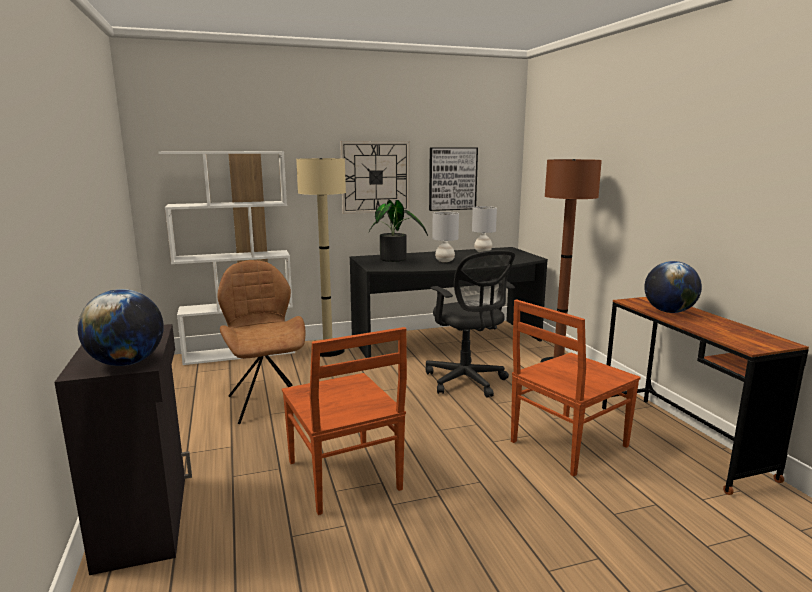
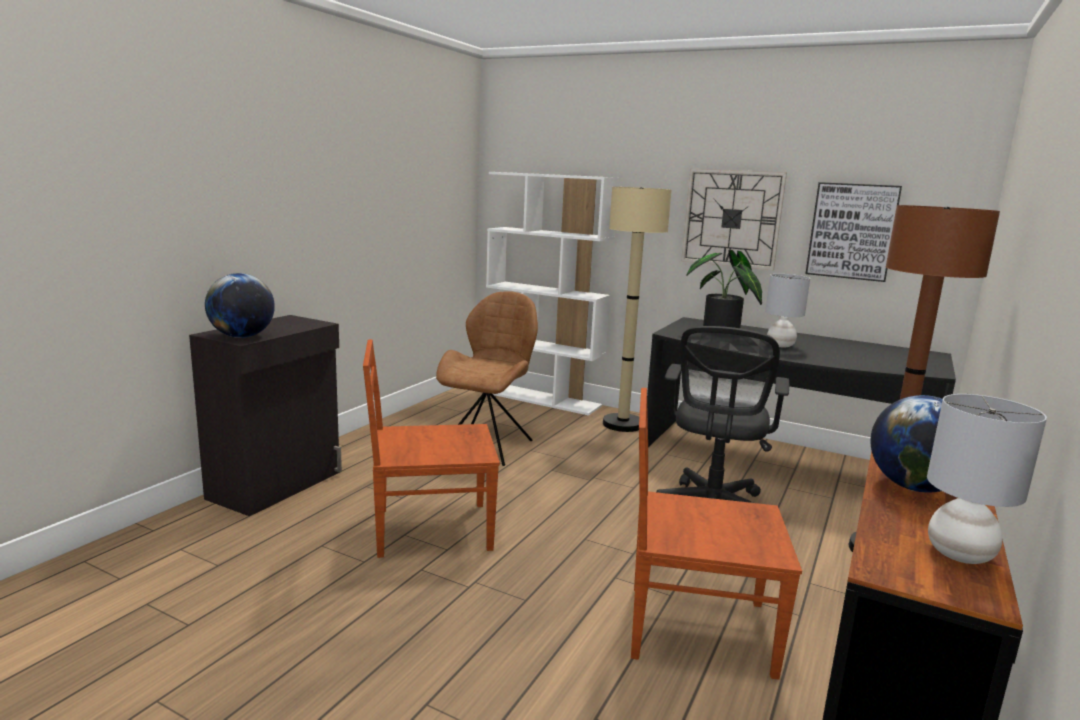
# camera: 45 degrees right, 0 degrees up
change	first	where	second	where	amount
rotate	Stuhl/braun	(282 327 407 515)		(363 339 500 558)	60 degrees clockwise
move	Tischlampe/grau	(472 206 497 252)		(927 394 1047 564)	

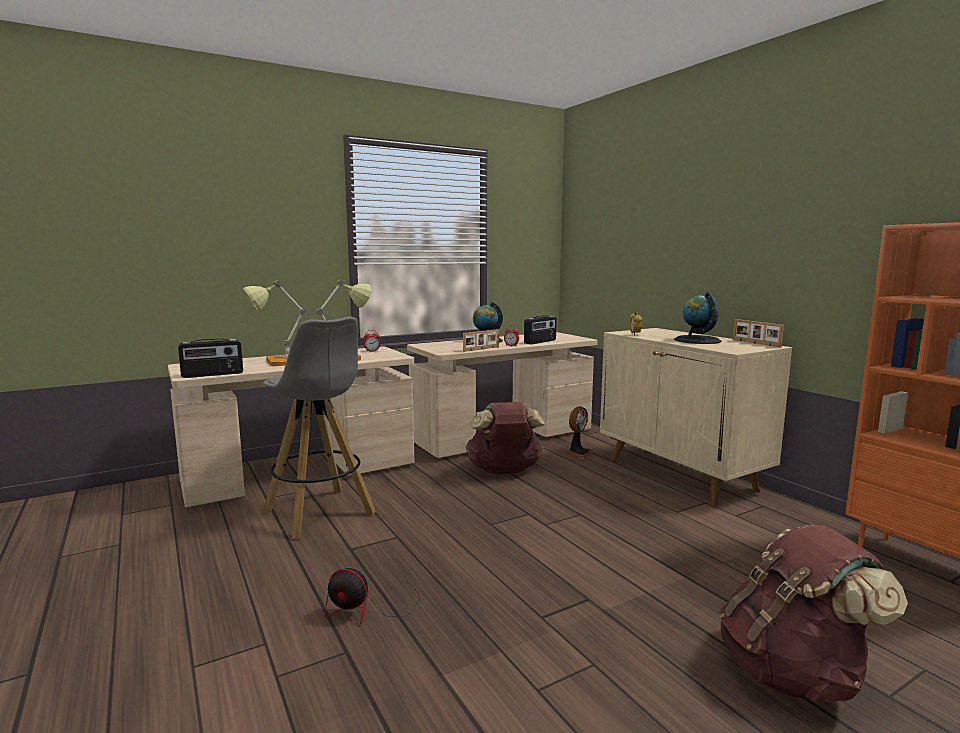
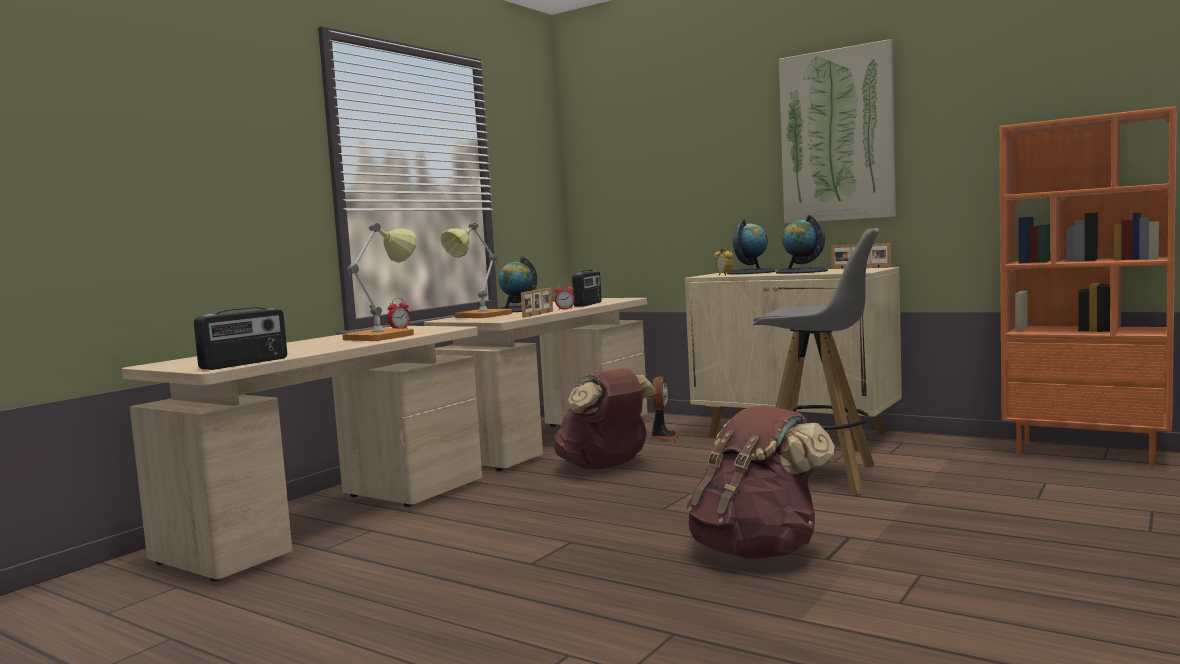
# camera: 25 degrees left, 5 degrees down
change	first	where	second	where	amount
move	Tischlampe	(243 281 306 366)		(440 222 512 318)	
move	Hocker/grau	(262 317 376 539)		(753 228 880 494)	
delete	Ventilator	(324 568 420 624)			
move	Rucksack/braun	(719 525 908 703)		(686 405 835 559)	
insert			Globus	(727 219 776 274)	
insert			Bild	(779 39 896 224)	

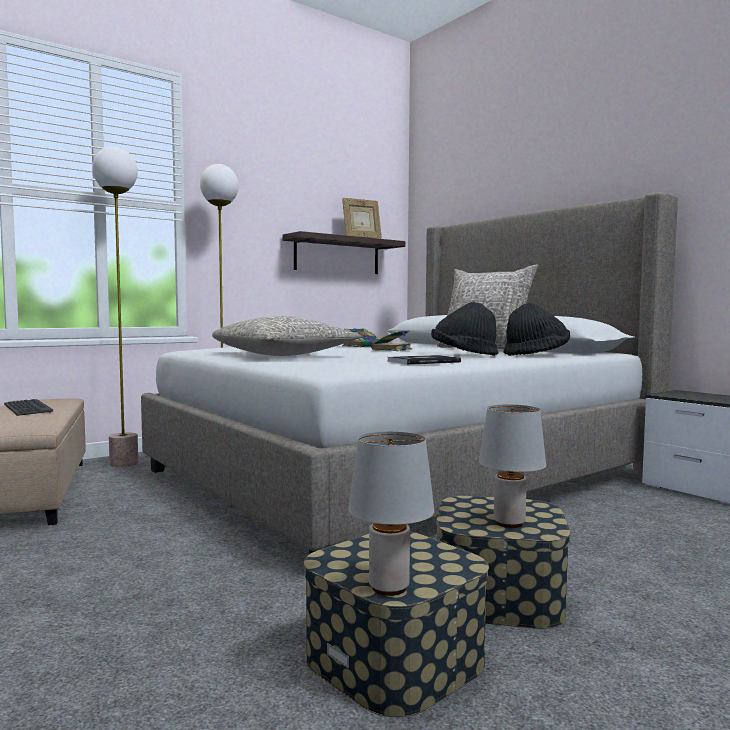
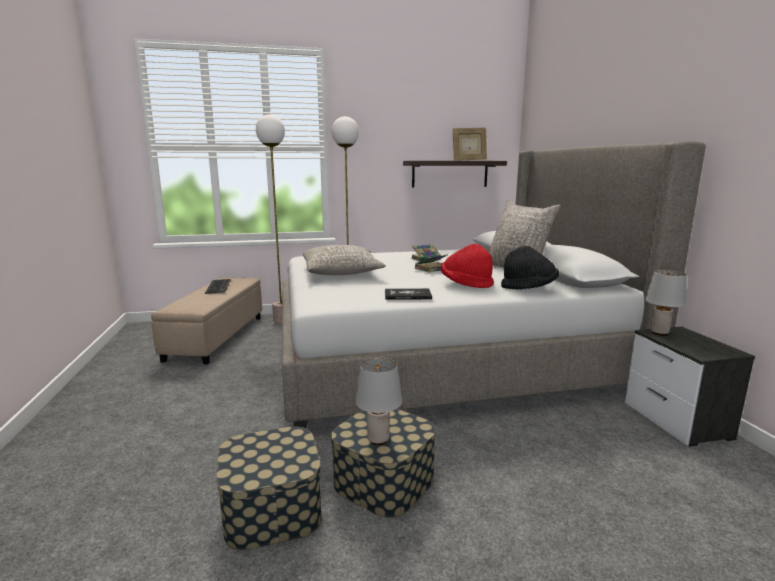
# camera: 25 degrees right, 10 degrees up
change	first	where	second	where	amount
move	Tischlampe/grau	(348 432 434 596)		(645 270 686 336)	
recolor	Hut/schwarz	(431 302 498 356)	Hut/rot	(441 244 494 288)	

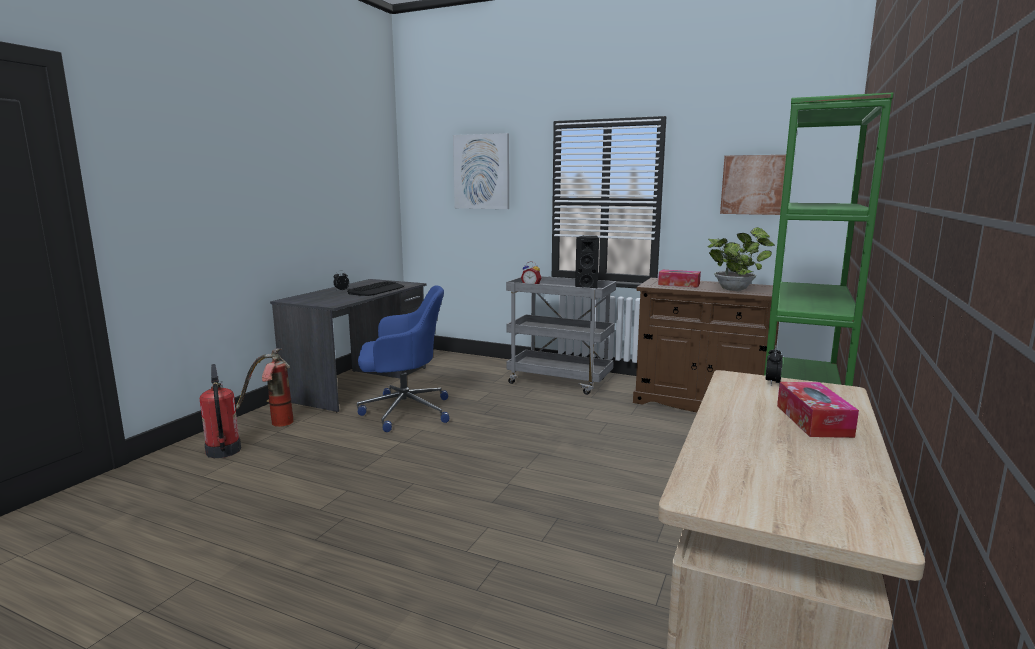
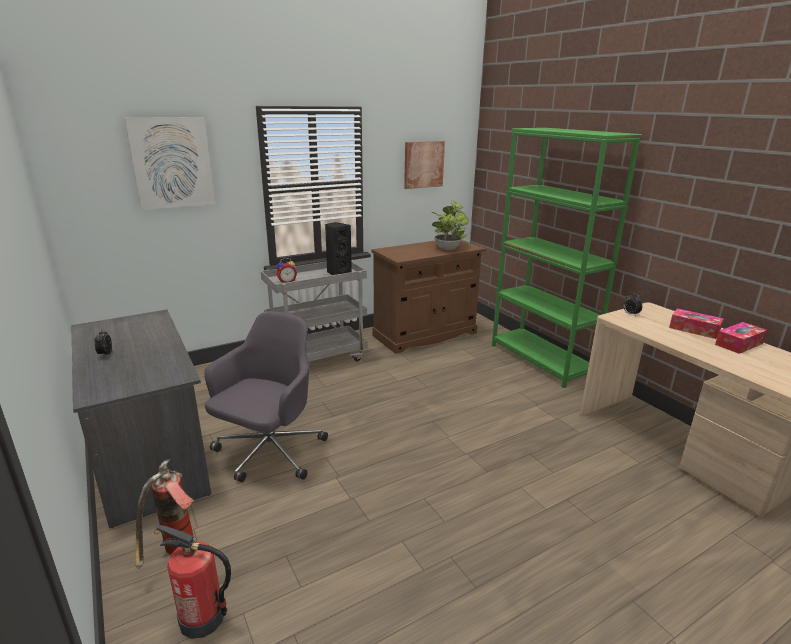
# camera: 55 degrees left, 10 degrees up
change	first	where	second	where	amount
delete	Tastatur	(347 281 404 296)			
recolor	Bürostuhl/blau	(357 286 449 432)	Bürostuhl/grau	(204 311 328 482)	
move	Taschentuchbox	(658 270 701 288)		(715 322 767 354)	

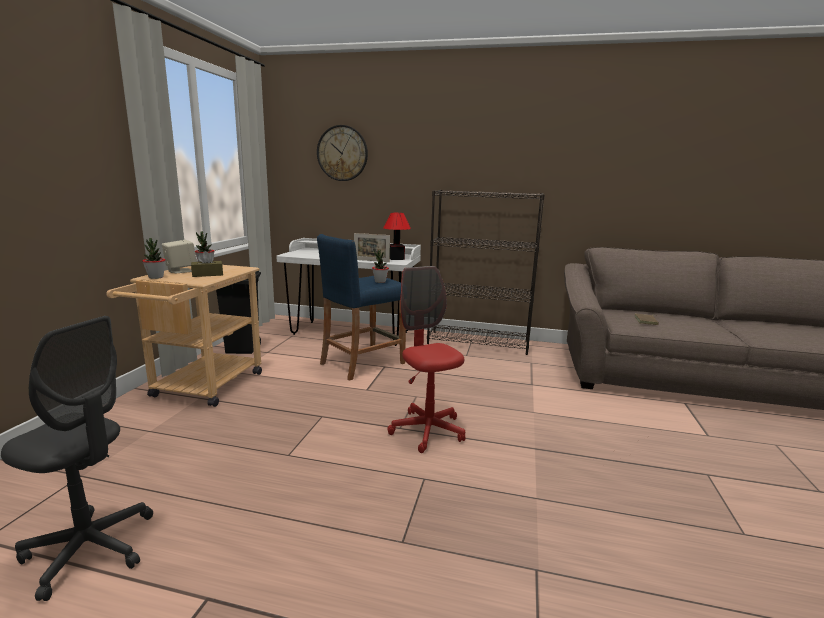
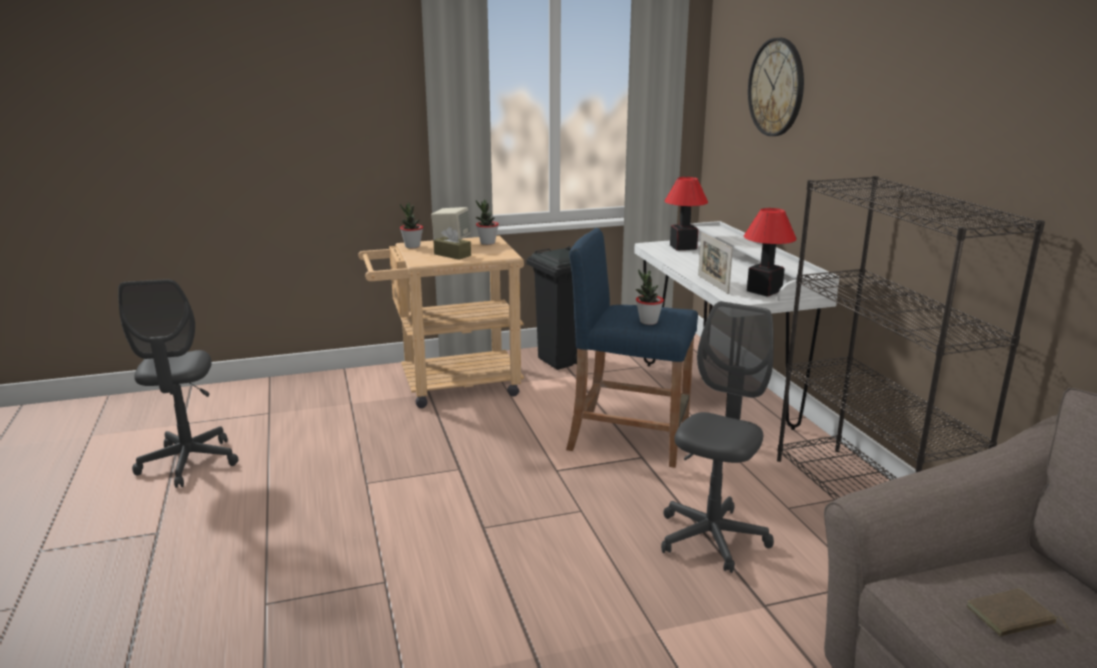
# camera: 60 degrees right, 5 degrees up
change	first	where	second	where	amount
delete	Bürostuhl/rot	(387 266 465 453)			
insert			Bürostuhl/grau	(661 301 774 573)	
insert			Tischlampe	(665 177 708 251)	

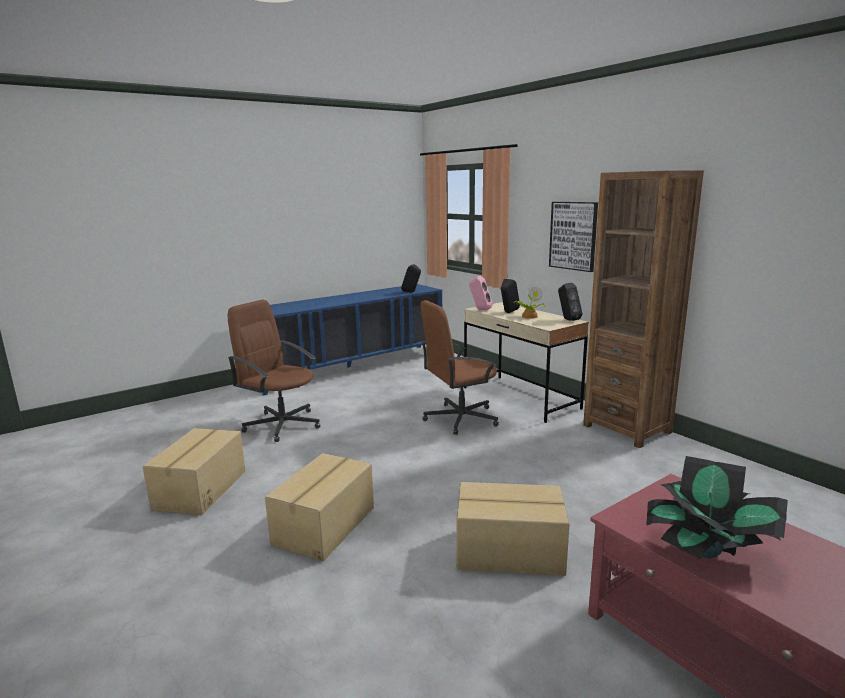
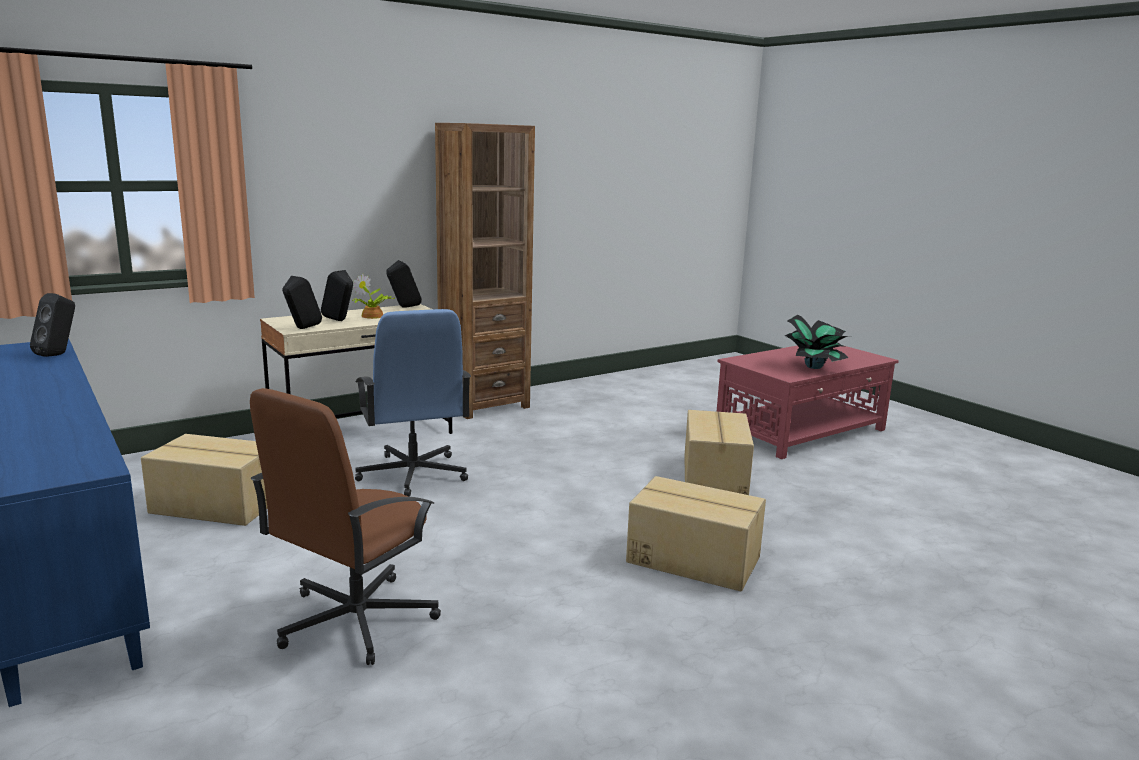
# camera: 90 degrees left, 0 degrees up
change	first	where	second	where	amount
move	Karton	(142 428 245 515)		(141 434 268 526)	
recolor	Bürostuhl/braun	(421 300 499 435)	Bürostuhl/blau	(355 309 471 497)	
recolor	Lautsprecher/rosa	(469 276 493 310)	Lautsprecher/schwarz	(282 276 322 329)	
delete	Bild	(549 202 598 272)			

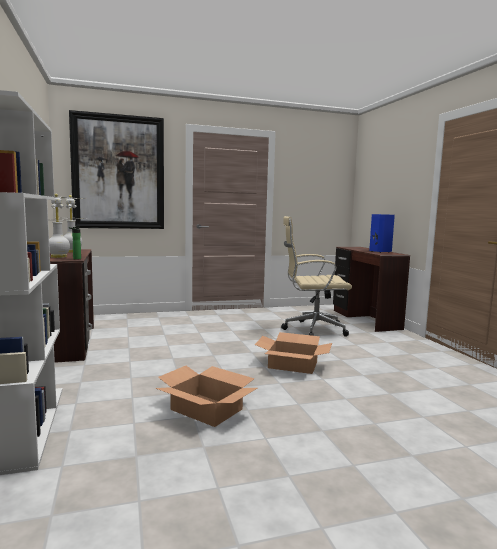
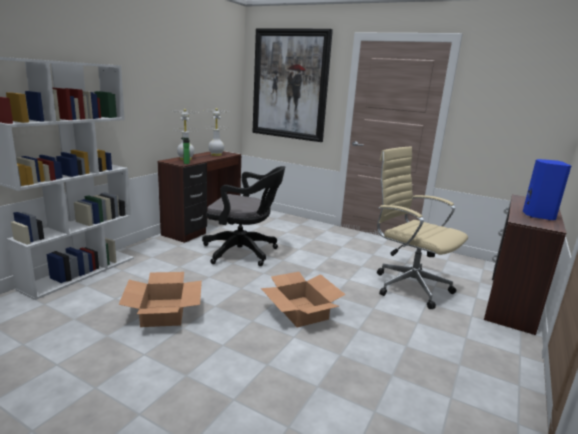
# camera: 45 degrees right, 10 degrees up
change	first	where	second	where	amount
insert			Bürostuhl/schwarz	(202 166 285 266)	

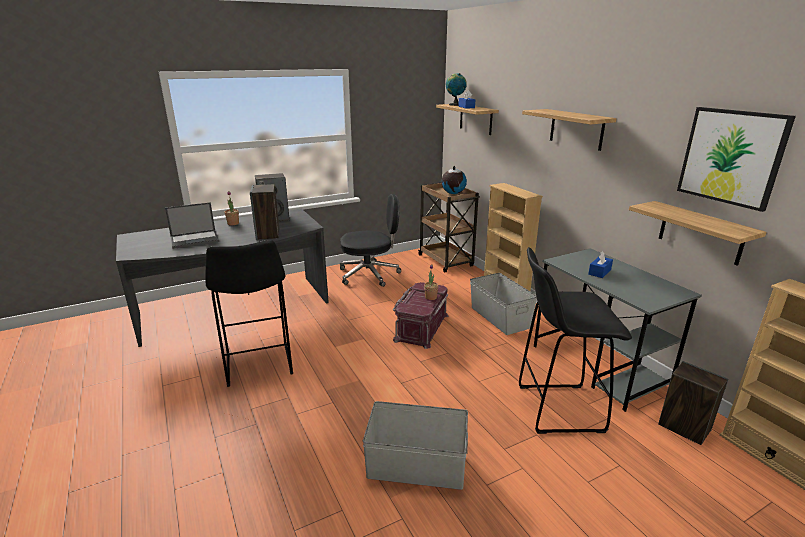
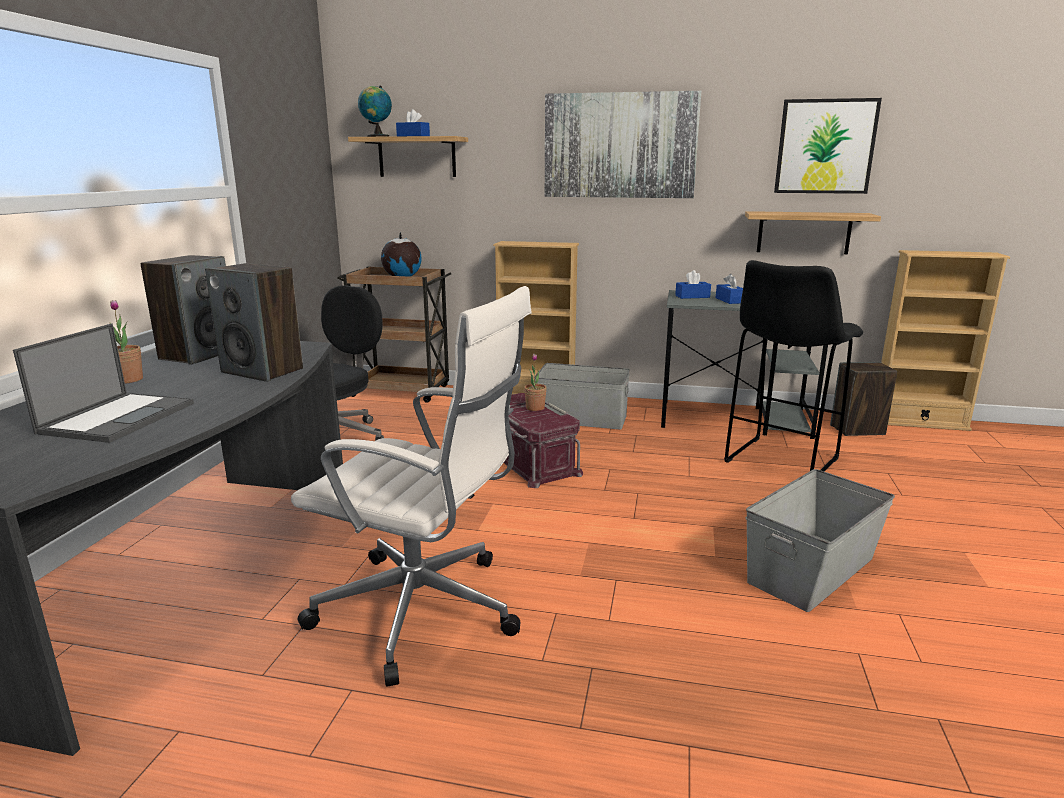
# camera: 50 degrees left, 5 degrees down
change	first	where	second	where	amount
replace	Hocker/schwarz	(205 240 293 387)	Bürostuhl/weiß	(291 286 532 687)	
replace	Wandregal	(522 109 617 151)	Bild	(545 91 701 198)	
insert			Taschentuchbox/blau	(675 270 711 299)	

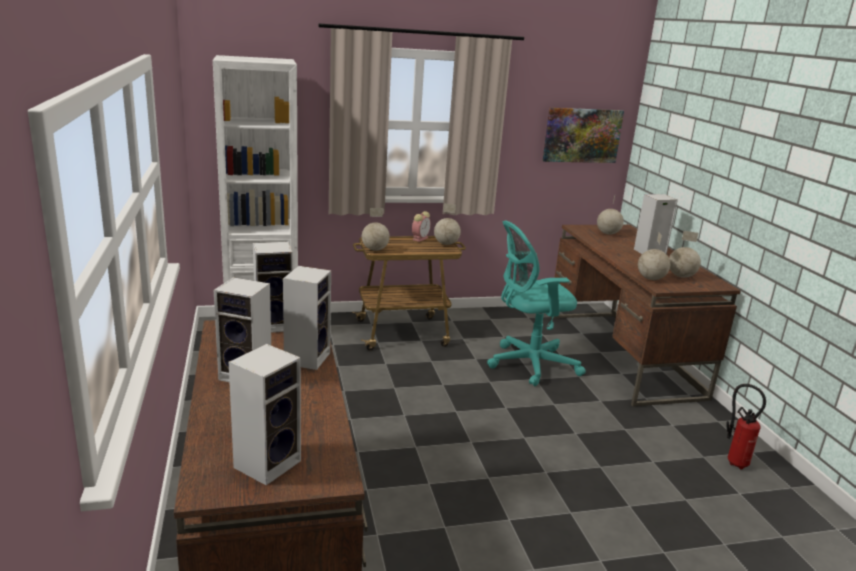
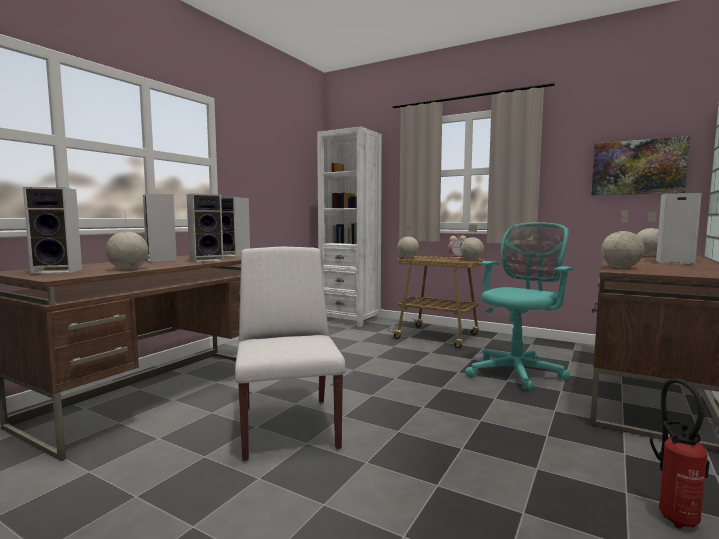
# camera: 45 degrees right, 15 degrees down
change	first	where	second	where	amount
rotate	Bürostuhl/türkis	(487 220 586 386)		(465 222 575 391)	105 degrees clockwise
move	Globus	(669 231 701 278)		(105 220 148 269)	
insert			Stuhl/weiß	(235 247 345 461)	

